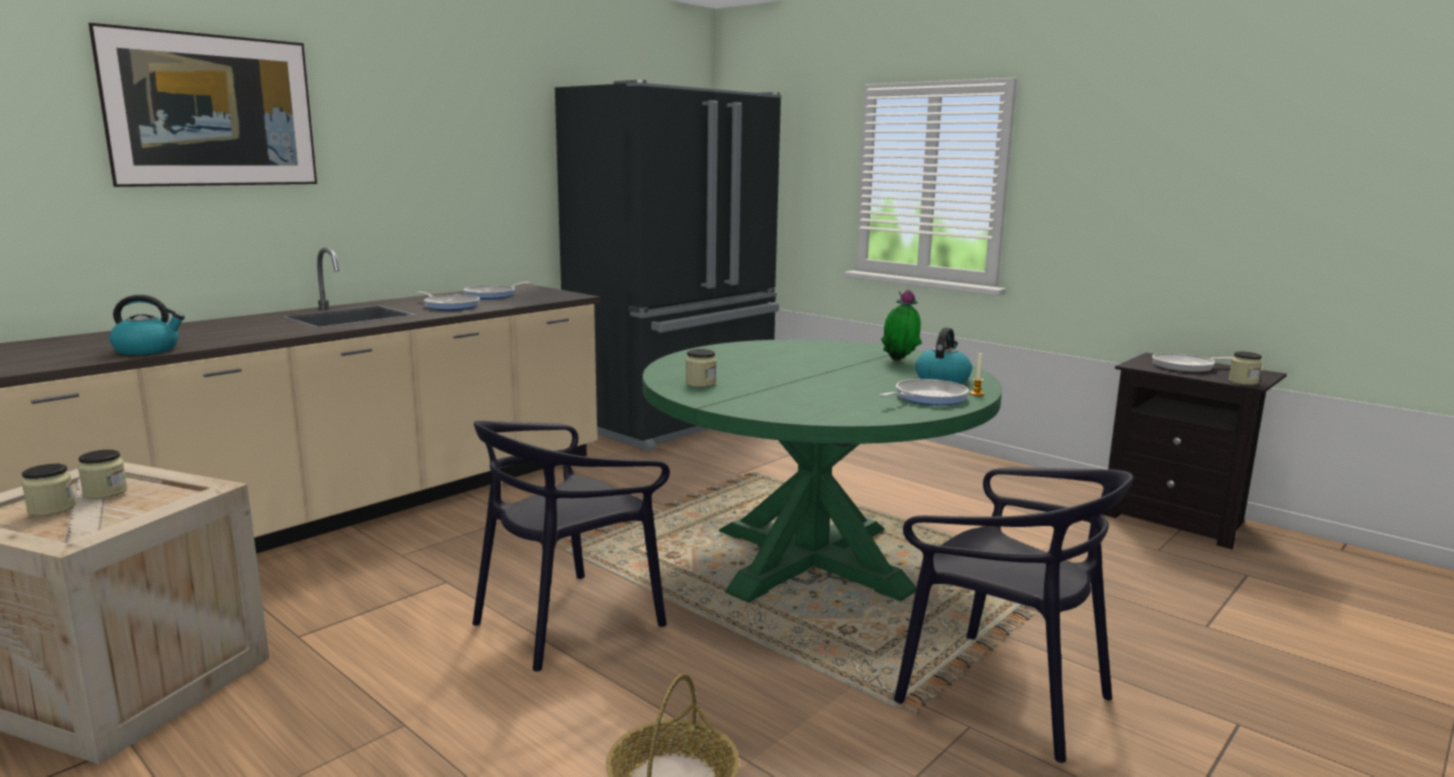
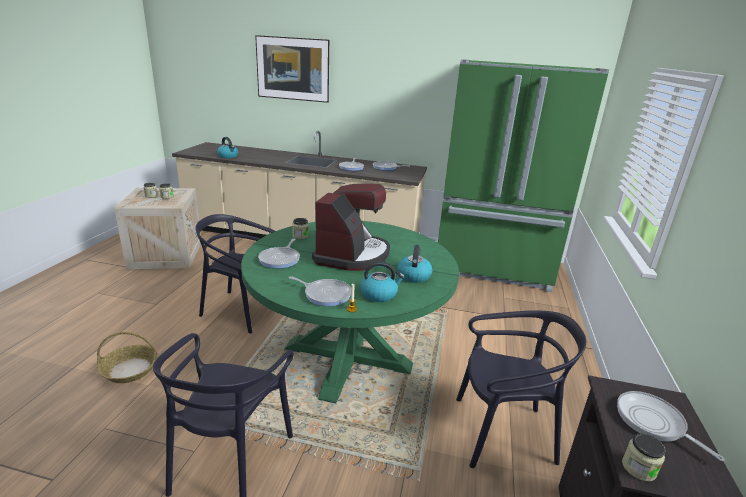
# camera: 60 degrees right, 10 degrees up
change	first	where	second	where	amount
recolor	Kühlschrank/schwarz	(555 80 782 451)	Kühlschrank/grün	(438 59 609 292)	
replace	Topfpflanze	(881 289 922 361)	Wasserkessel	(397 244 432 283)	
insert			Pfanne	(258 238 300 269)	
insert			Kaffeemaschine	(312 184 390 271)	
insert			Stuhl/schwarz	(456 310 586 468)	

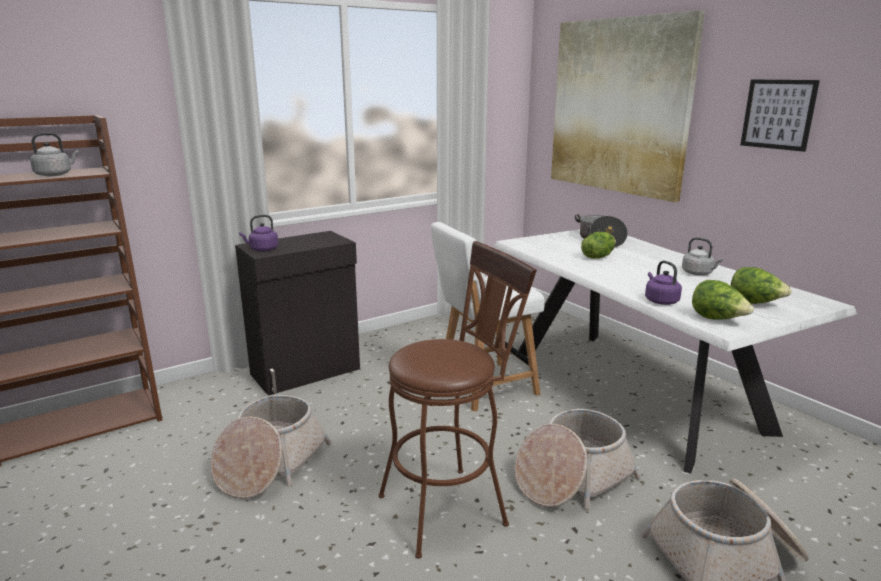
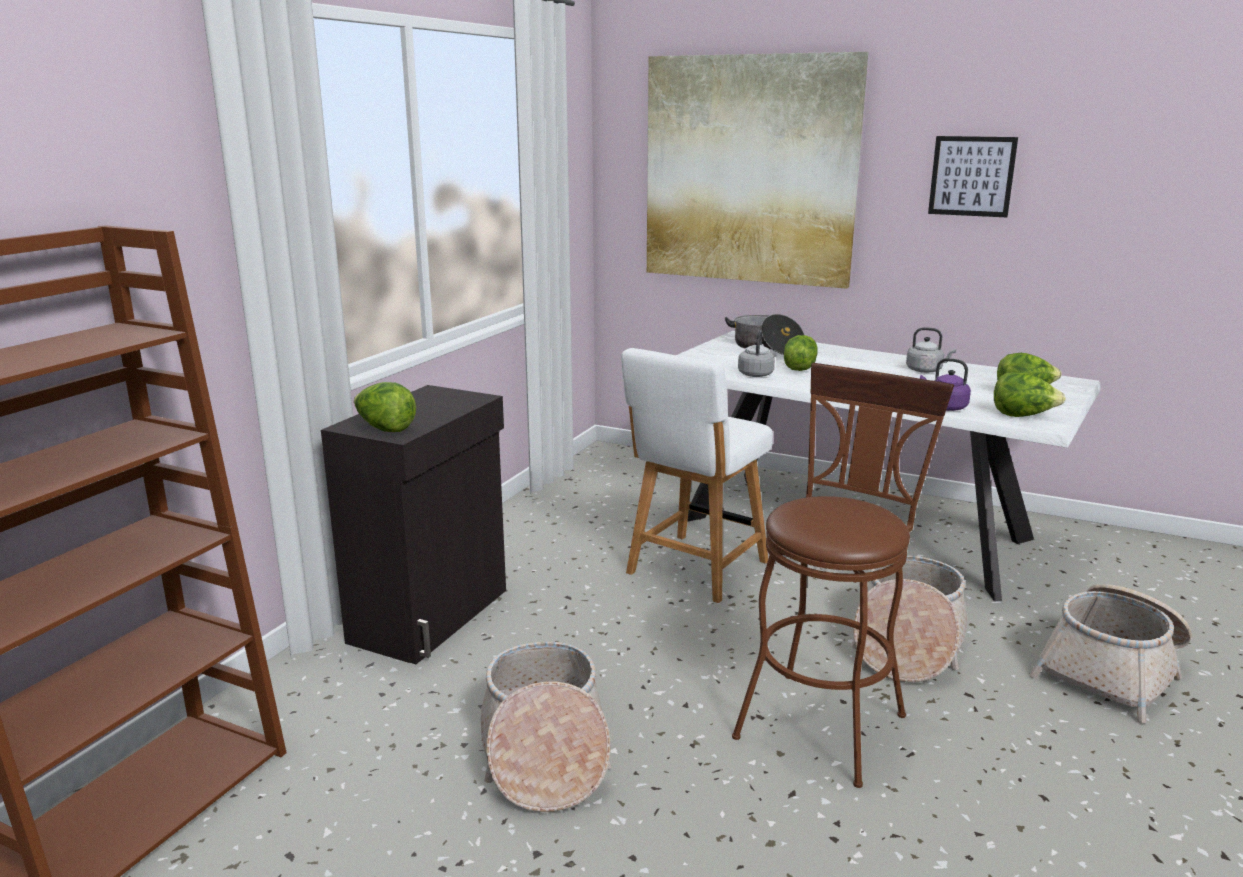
# camera: 30 degrees left, 0 degrees up
change	first	where	second	where	amount
move	Wasserkessel/grau	(30 133 79 176)		(738 330 775 377)	
replace	Wasserkessel/lila	(239 215 278 251)	Salatkopf	(354 382 416 432)	

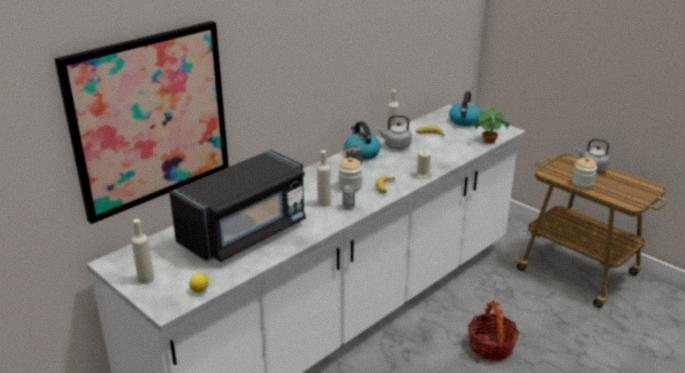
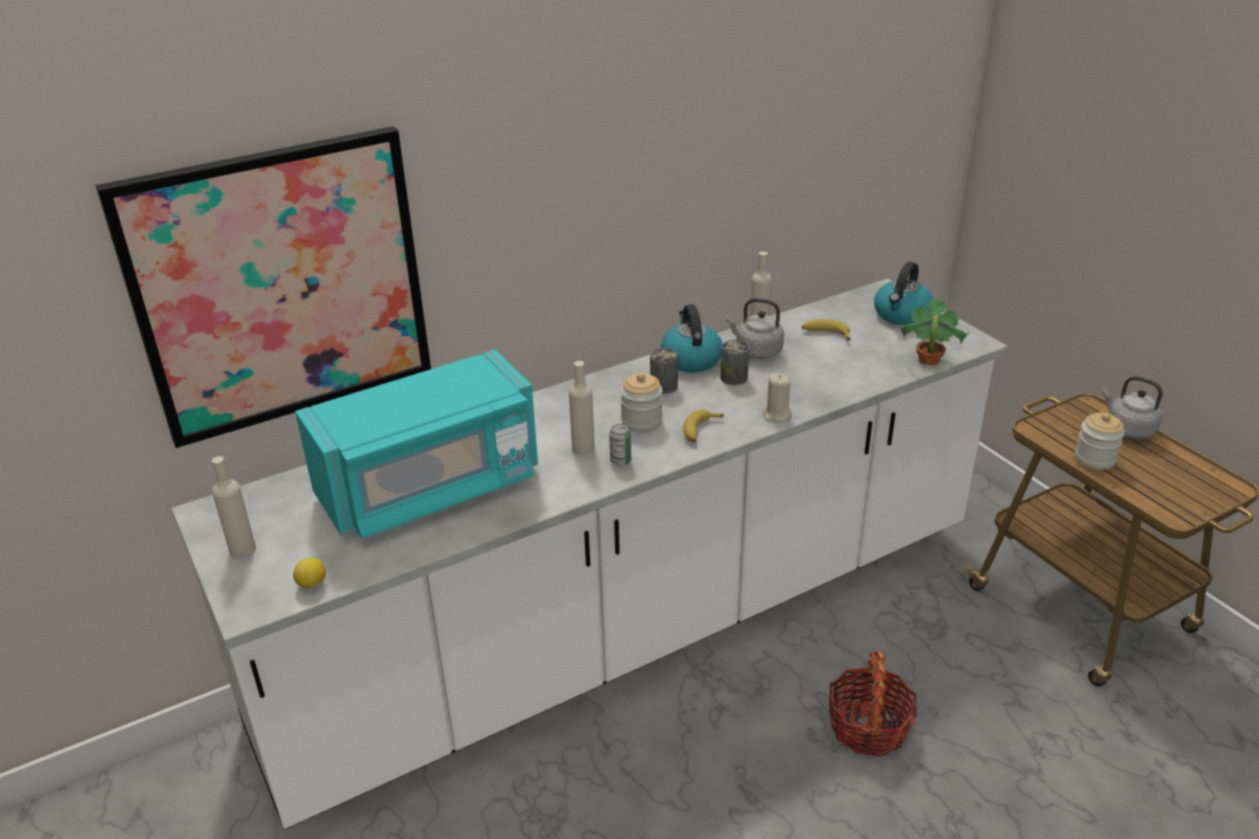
# camera: 15 degrees right, 5 degrees up
change	first	where	second	where	amount
recolor	Mikrowelle/schwarz	(169 150 306 263)	Mikrowelle/türkis	(295 350 538 539)	
insert			Dose	(720 340 749 385)	

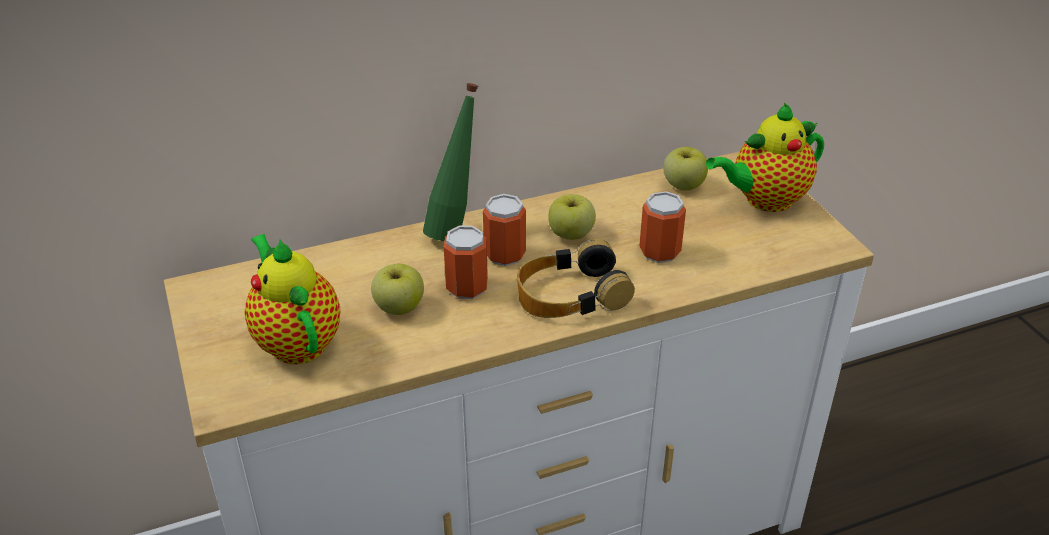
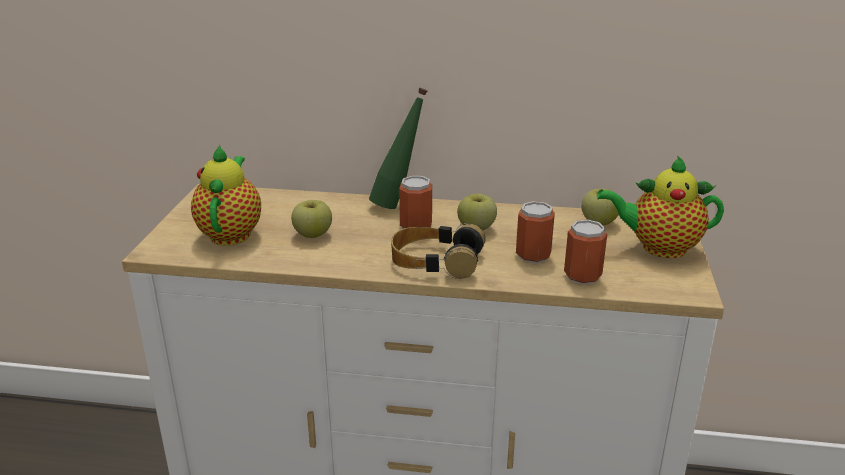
# camera: 30 degrees right, 10 degrees down
change	first	where	second	where	amount
move	Dose	(444 225 488 299)		(564 219 607 285)	

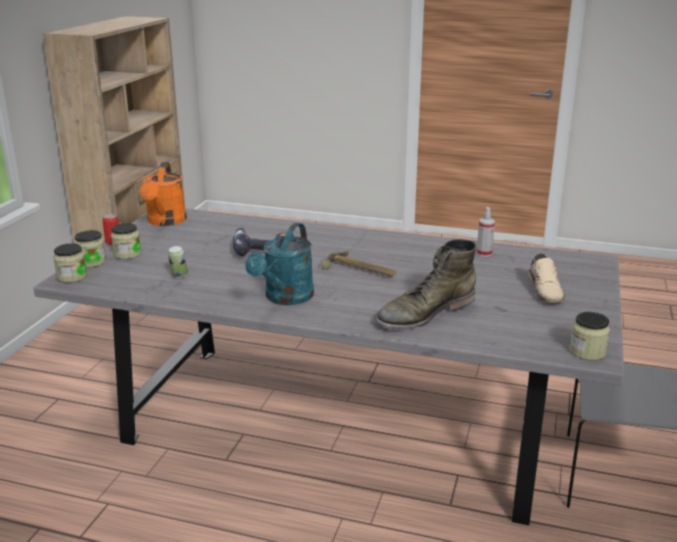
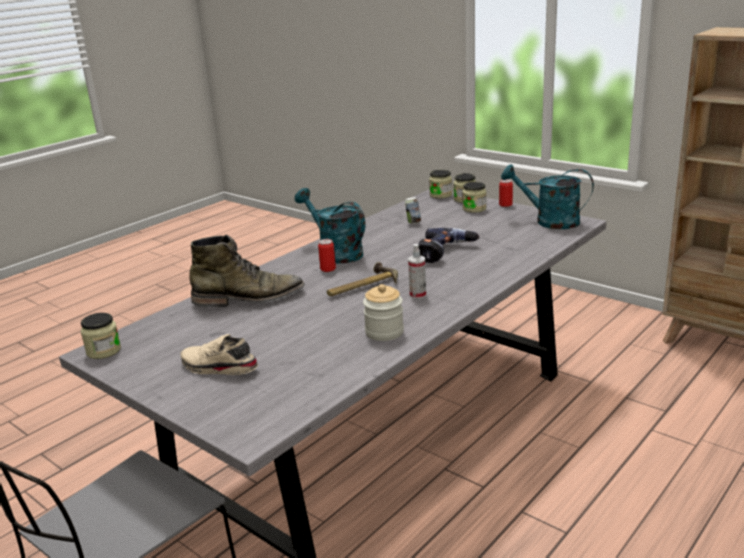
# camera: 115 degrees right, 0 degrees up
change	first	where	second	where	amount
recolor	Gießkanne/orange	(140 162 187 226)	Gießkanne/türkis	(501 164 594 229)	
rotate	Stiefel/grün	(375 239 476 330)		(190 235 305 307)	90 degrees clockwise
move	Sprühflasche	(477 207 495 257)		(408 244 426 299)	
insert			Dose	(318 239 336 272)	
insert			Vorratsglas	(363 284 404 341)	

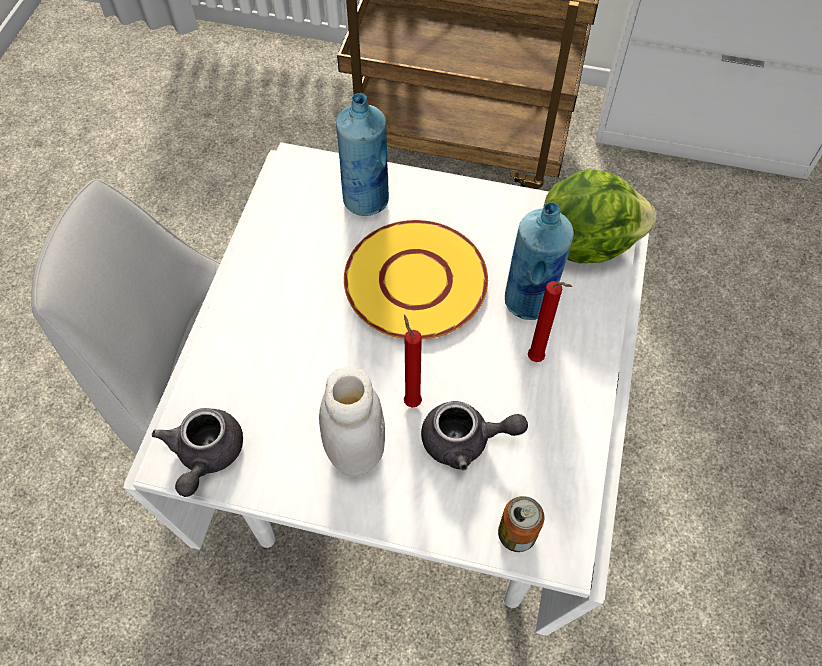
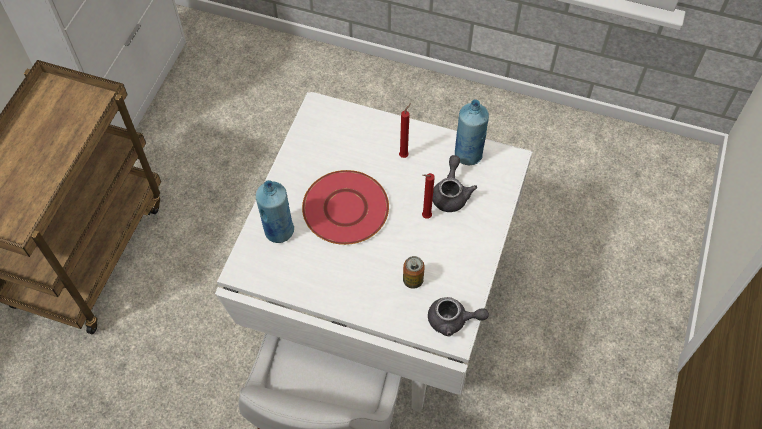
# camera: 85 degrees left, 0 degrees up
change	first	where	second	where	amount
delete	Vorratsglas/weiß	(319 366 385 476)			
recolor	Teller/gelb	(344 220 488 339)	Teller/rot	(302 170 389 245)	
move	Dose	(498 496 544 552)		(403 256 425 289)	
move	Flasche/blau	(505 202 574 320)		(455 99 489 165)	
delete	Salatkopf	(543 169 656 264)			

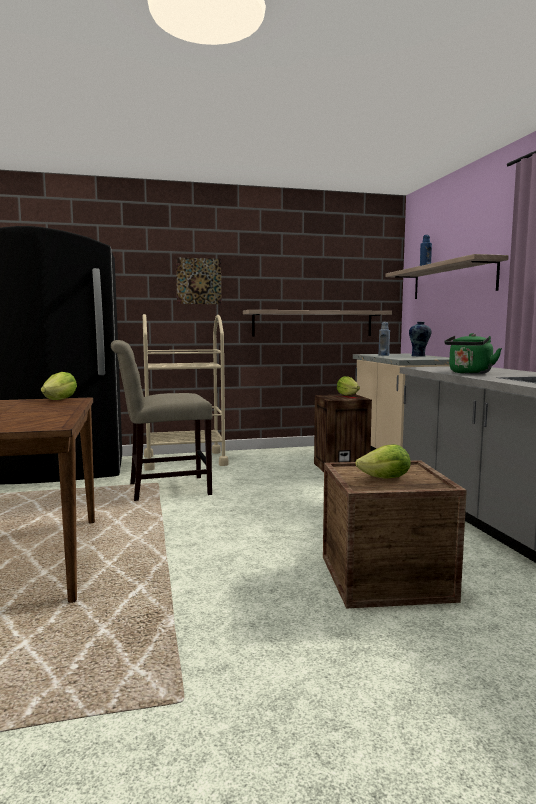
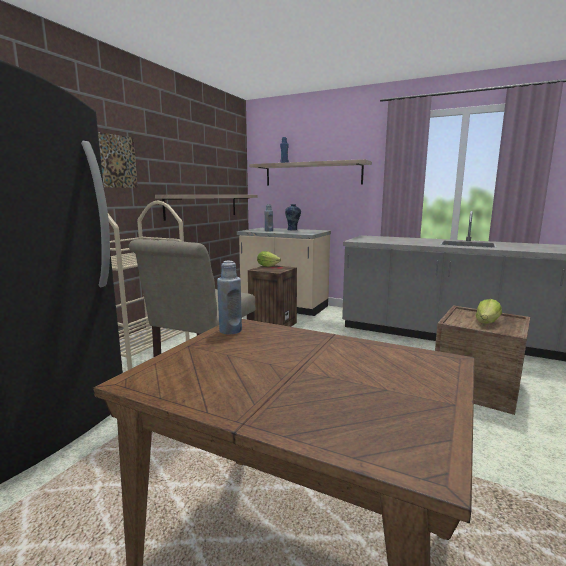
# camera: 50 degrees left, 5 degrees up
change	first	where	second	where	amount
replace	Salatkopf	(41 372 77 400)	Flasche/blau	(217 261 242 334)	
delete	Wasserkessel/grün	(444 333 502 374)			

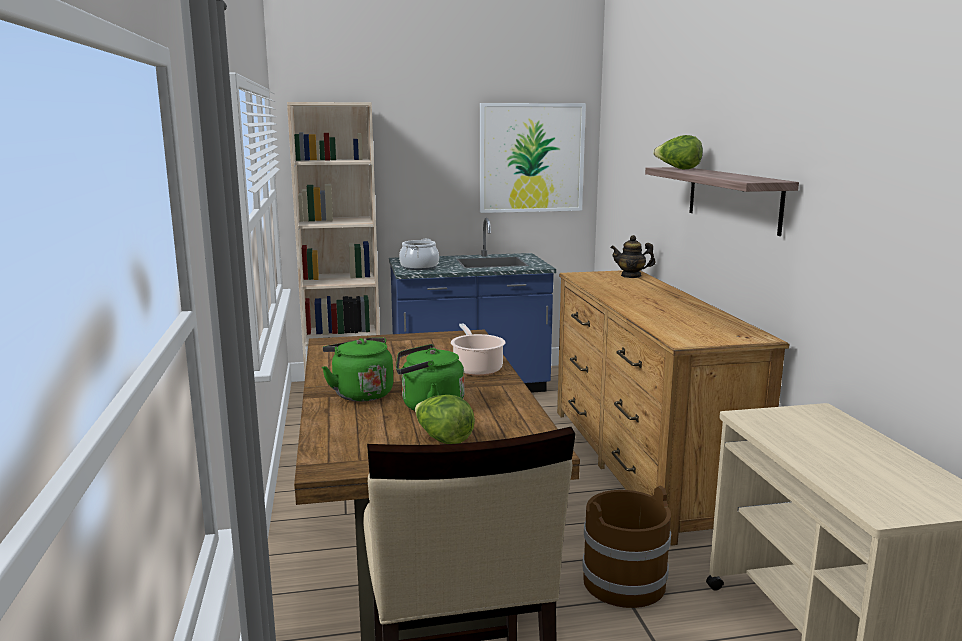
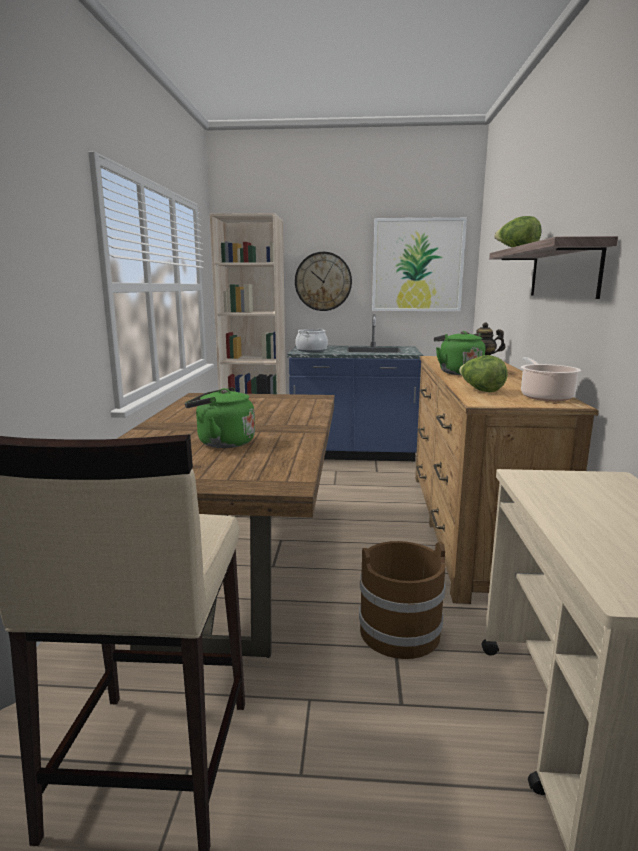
# camera: 15 degrees right, 0 degrees up
change	first	where	second	where	amount
move	Wasserkessel/grün	(322 337 393 401)		(434 331 485 375)	
move	Salatkopf	(415 395 475 444)		(459 355 508 392)	
move	Kochtopf	(451 324 505 376)		(521 357 581 401)	
insert			Wanduhr	(295 252 352 311)	

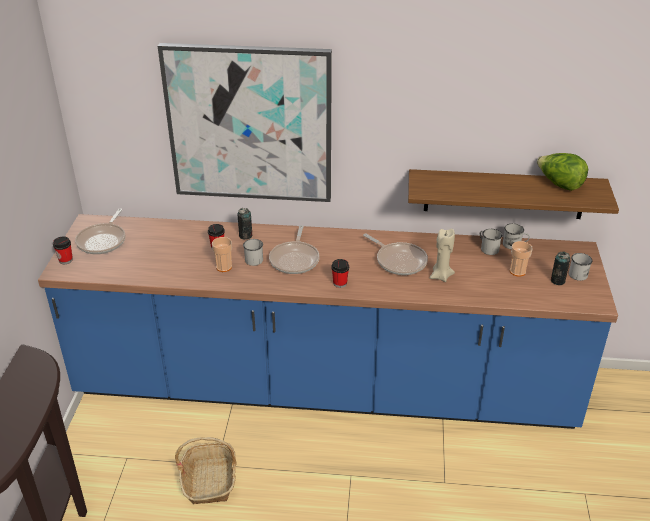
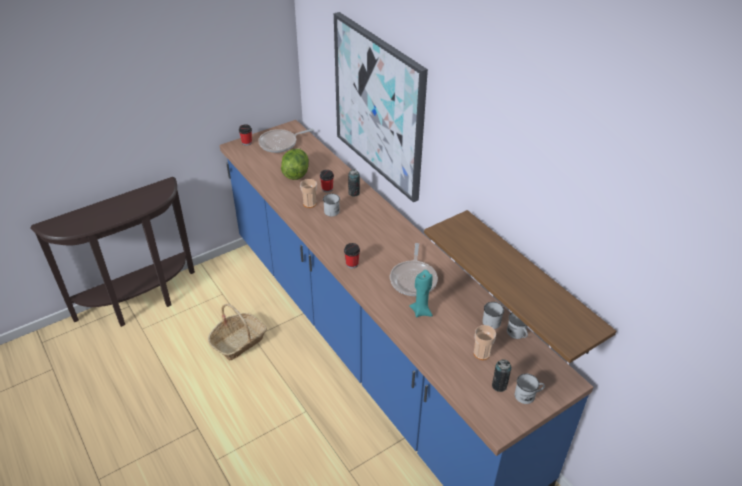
# camera: 50 degrees right, 5 degrees up
change	first	where	second	where	amount
delete	Pfanne	(269 225 320 274)			
recolor	Kerze/beige	(430 229 455 282)	Kerze/türkis	(409 270 433 317)	
move	Salatkopf	(537 153 588 191)		(281 148 309 180)	

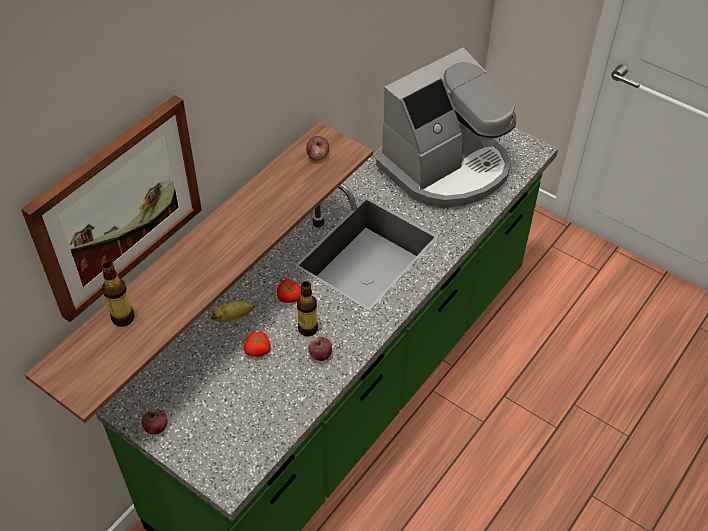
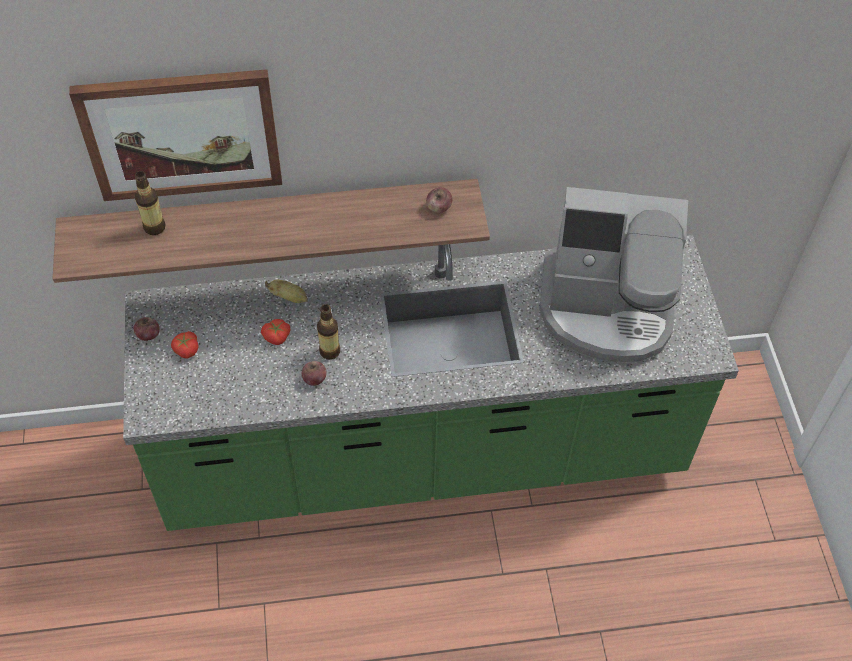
# camera: 45 degrees right, 5 degrees up
change	first	where	second	where	amount
move	Tomate	(277 279 301 303)		(171 331 199 359)	

